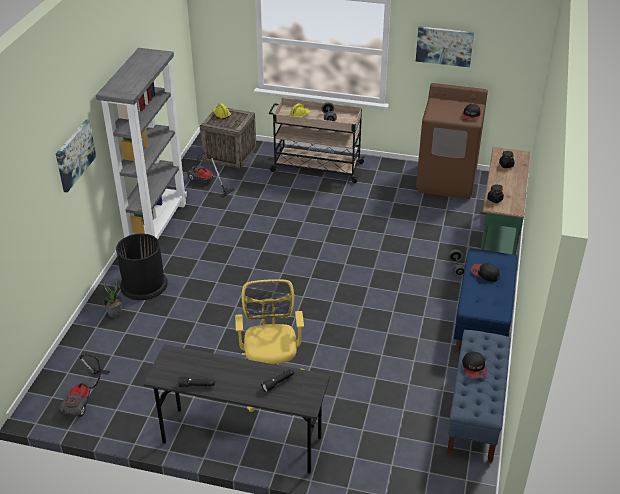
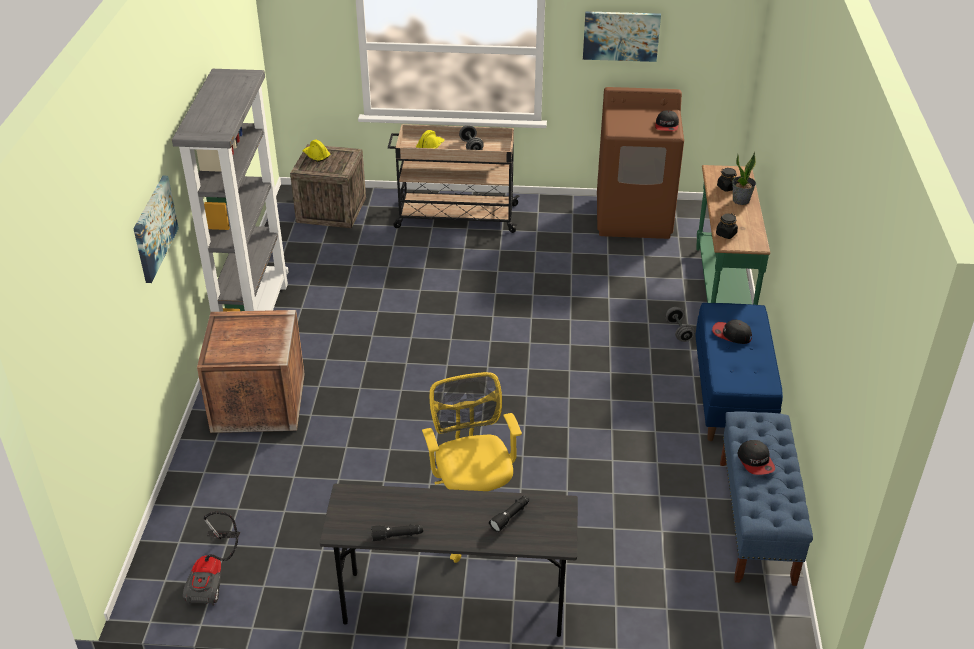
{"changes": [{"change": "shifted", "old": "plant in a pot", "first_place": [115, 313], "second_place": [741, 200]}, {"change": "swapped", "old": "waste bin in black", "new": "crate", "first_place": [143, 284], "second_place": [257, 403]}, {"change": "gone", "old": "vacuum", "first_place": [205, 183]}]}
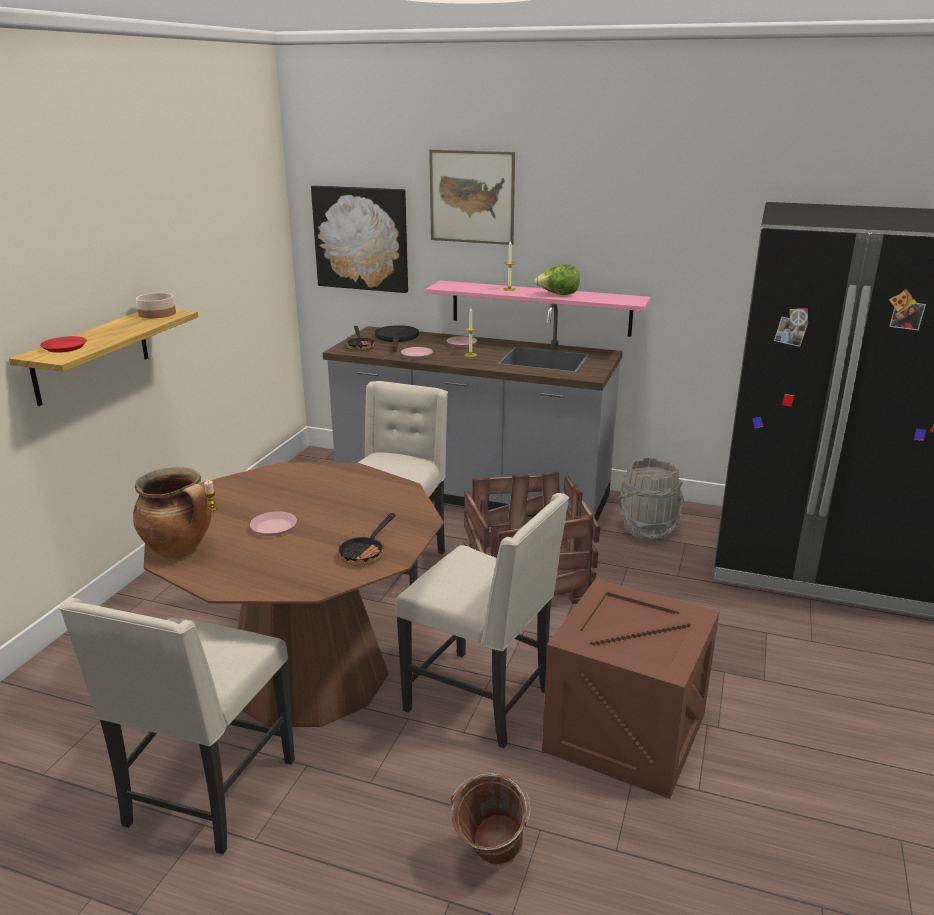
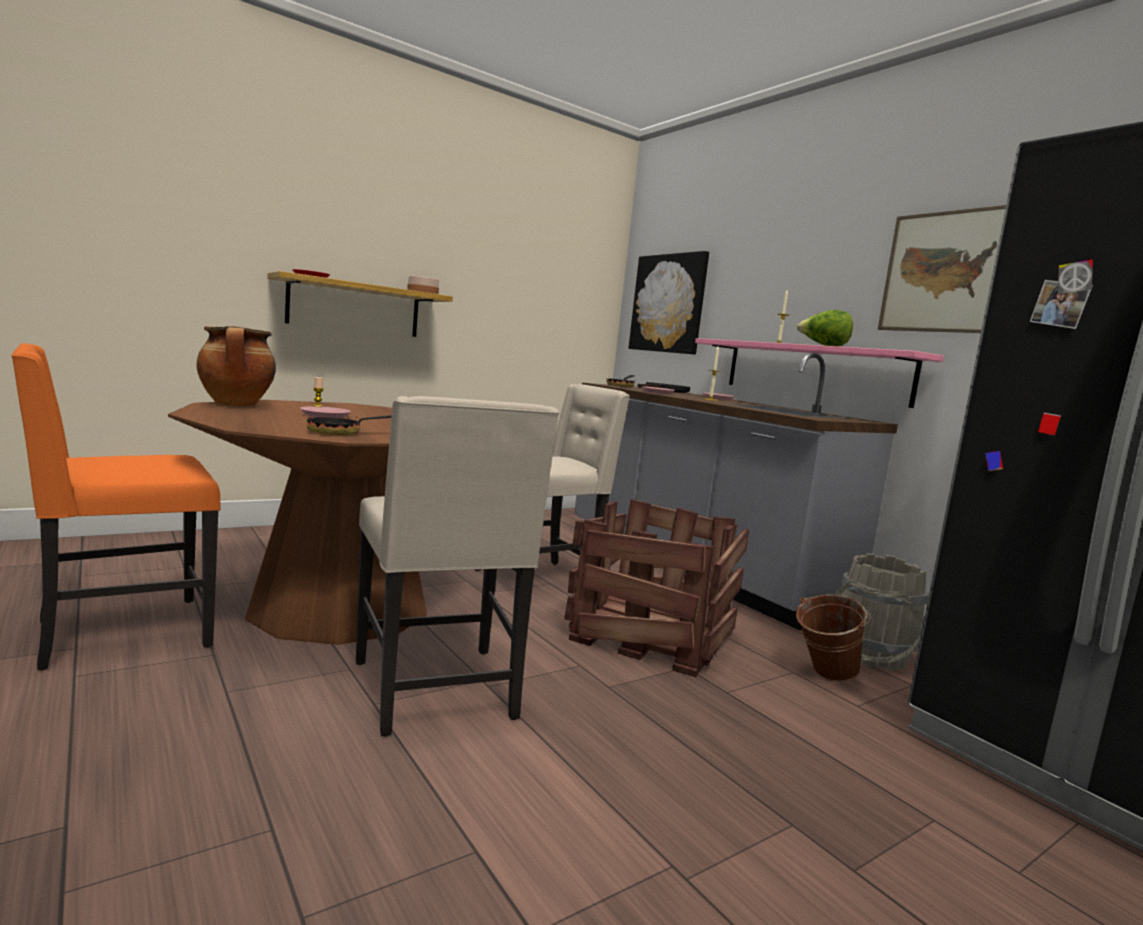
{"changes": [{"change": "repainted", "old": "plain chair in beige", "new": "plain chair in orange", "first_place": [207, 794], "second_place": [120, 633]}, {"change": "shifted", "old": "picture", "first_place": [472, 197], "second_place": [944, 272]}, {"change": "shifted", "old": "bucket in brown", "first_place": [490, 861], "second_place": [823, 677]}, {"change": "gone", "old": "crate", "first_place": [625, 732]}]}
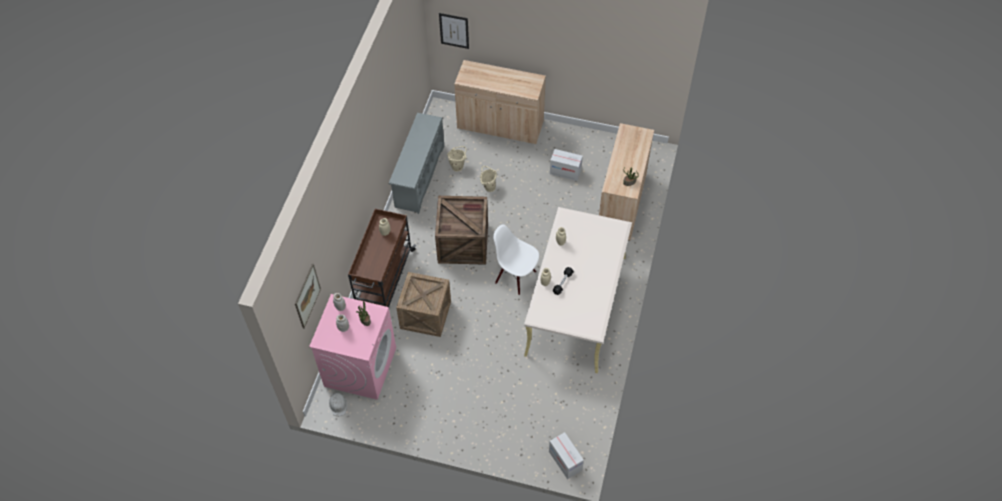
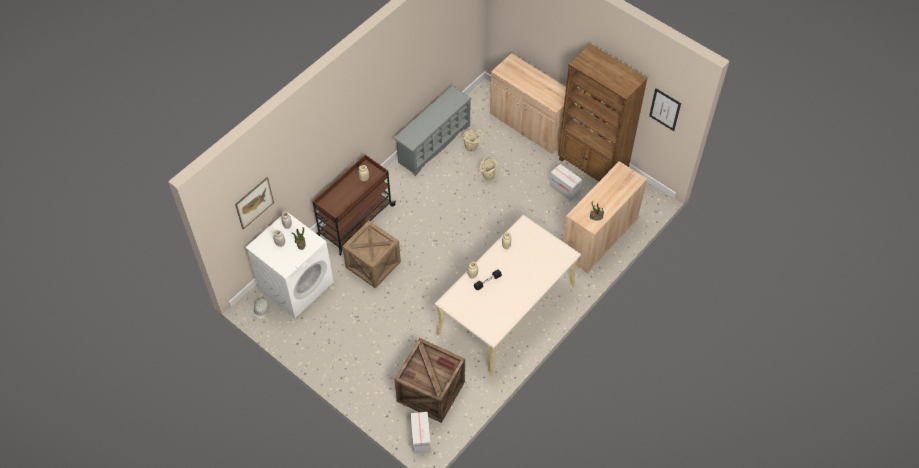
{"changes": [{"change": "repainted", "old": "washing machine in pink-coloured", "new": "washing machine in whitish", "first_place": [360, 366], "second_place": [296, 285]}, {"change": "shifted", "old": "crate", "first_place": [464, 243], "second_place": [432, 391]}, {"change": "shifted", "old": "picture", "first_place": [454, 30], "second_place": [665, 109]}, {"change": "gone", "old": "plain chair in whitish", "first_place": [516, 277]}, {"change": "new", "new": "bookshelf in brown", "second_place": [592, 167]}]}
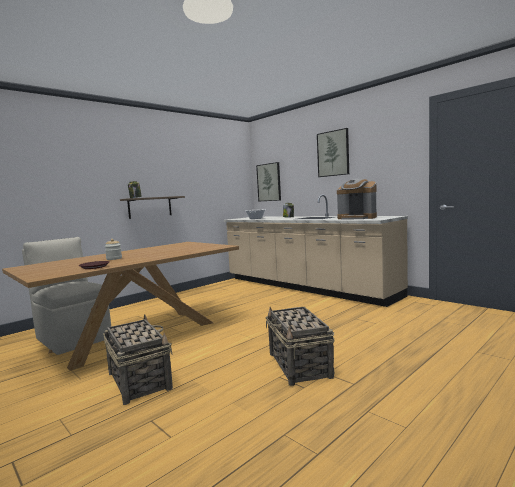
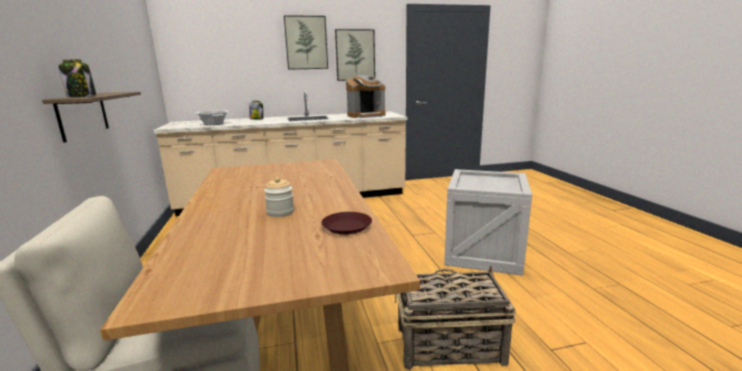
{"changes": [{"change": "shifted", "old": "picture", "first_place": [269, 182], "second_place": [355, 55]}, {"change": "swapped", "old": "household basket", "new": "crate", "first_place": [299, 365], "second_place": [484, 253]}]}
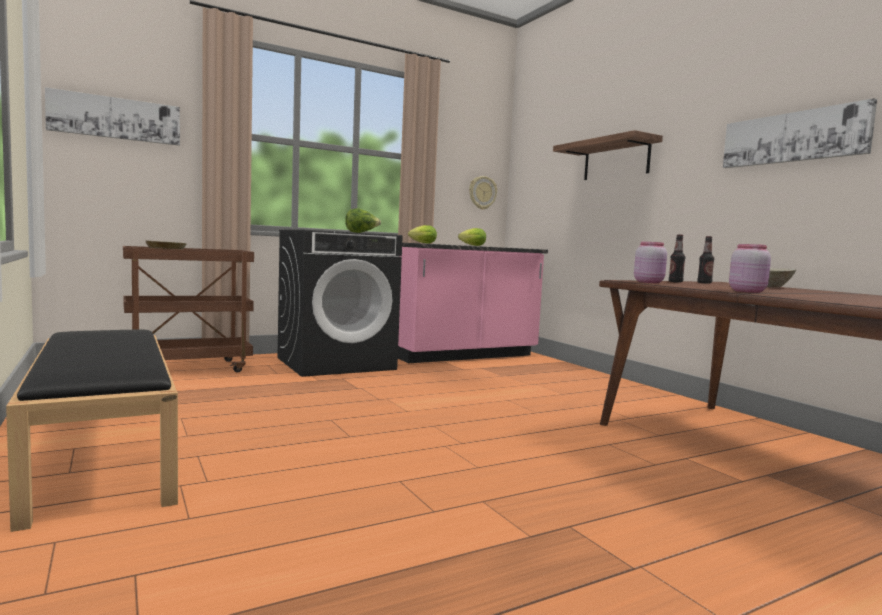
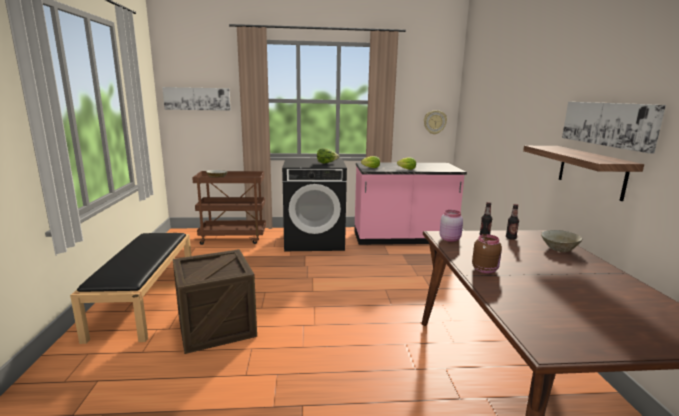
{"changes": [{"change": "shifted", "old": "bracket shelf", "first_place": [616, 160], "second_place": [591, 171]}, {"change": "repainted", "old": "storage jar in pink-coloured", "new": "storage jar in brown", "first_place": [747, 291], "second_place": [485, 269]}, {"change": "new", "new": "crate", "second_place": [216, 326]}]}
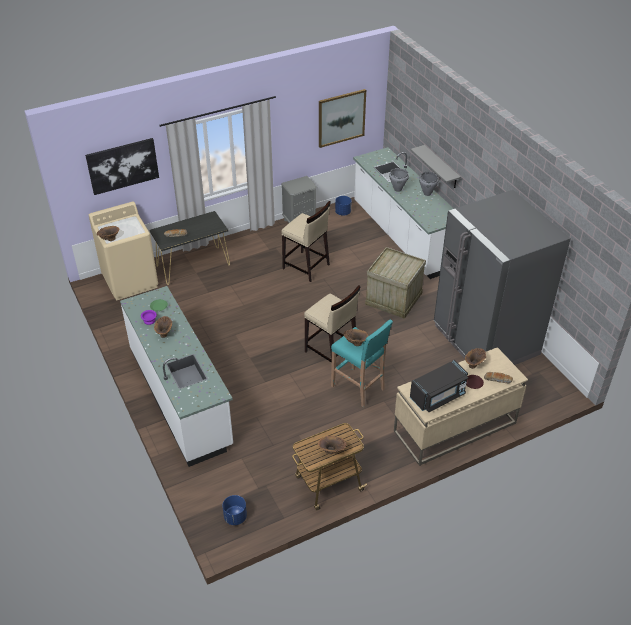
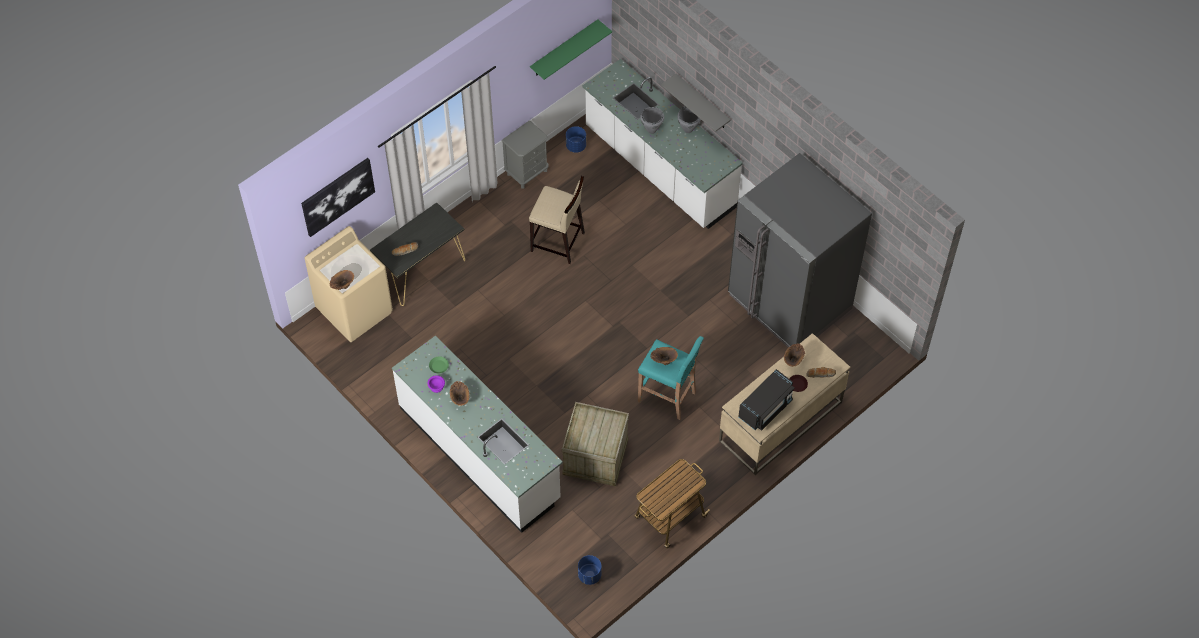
{"changes": [{"change": "gone", "old": "sitting stool in beige", "first_place": [331, 352]}, {"change": "gone", "old": "decorative vase in brown", "first_place": [332, 452]}, {"change": "swapped", "old": "picture", "new": "bracket shelf in green", "first_place": [341, 118], "second_place": [564, 49]}, {"change": "shifted", "old": "crate", "first_place": [392, 298], "second_place": [594, 457]}]}
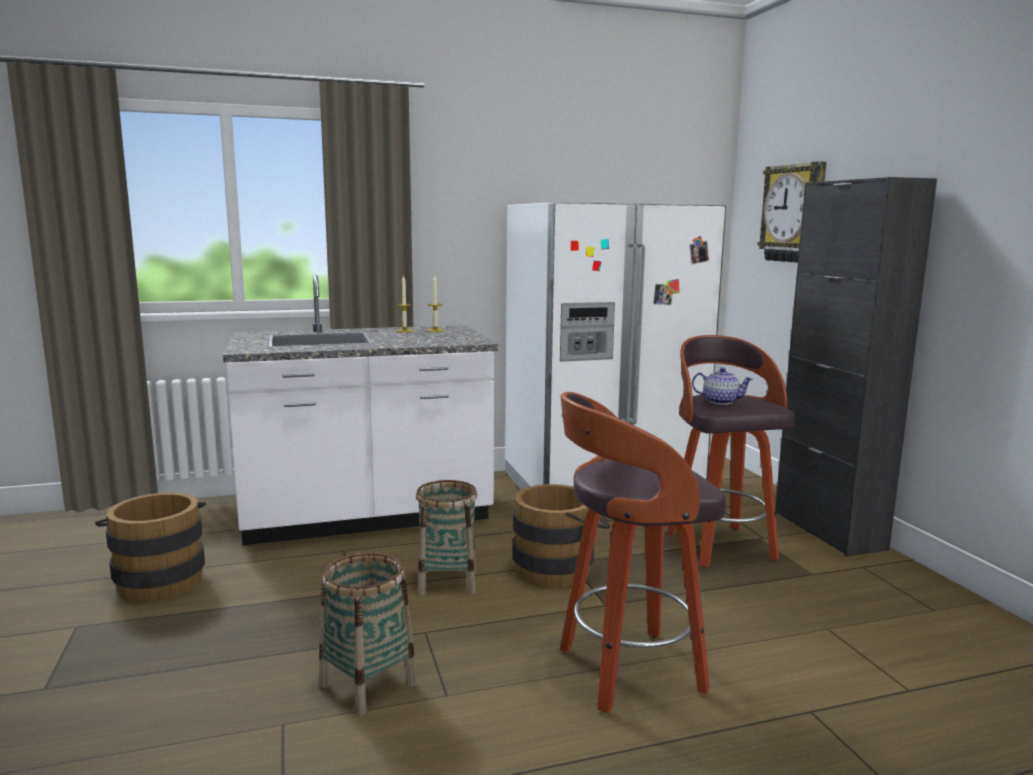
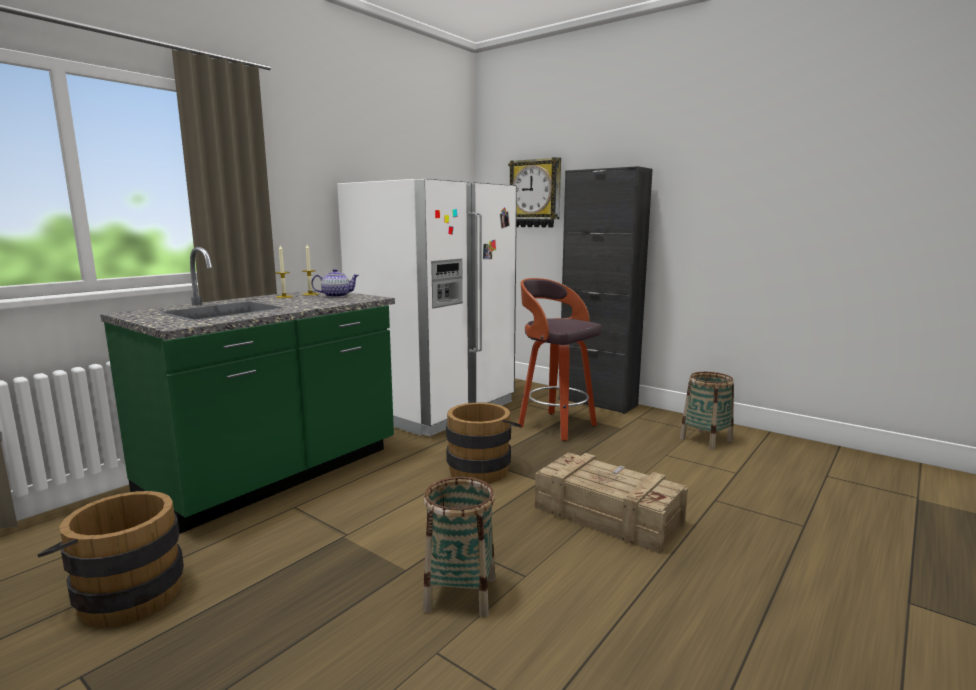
{"changes": [{"change": "repainted", "old": "counter in whitish", "new": "counter in green", "first_place": [366, 516], "second_place": [275, 474]}, {"change": "shifted", "old": "household basket", "first_place": [447, 582], "second_place": [706, 440]}, {"change": "swapped", "old": "sitting stool", "new": "crate", "first_place": [627, 671], "second_place": [607, 515]}, {"change": "shifted", "old": "tea pot", "first_place": [720, 401], "second_place": [336, 296]}]}
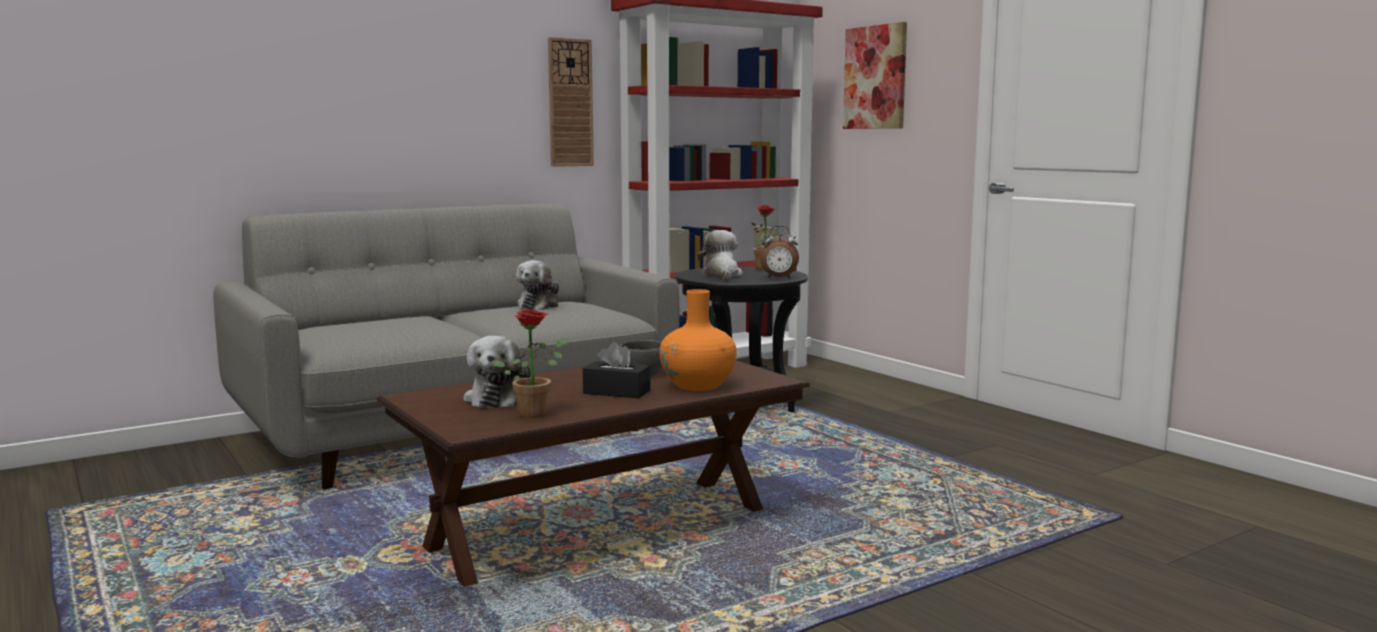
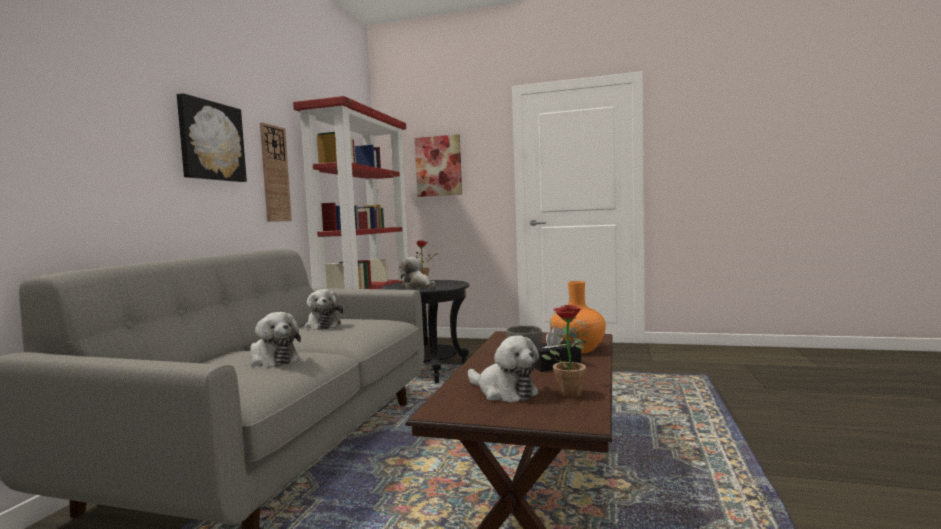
{"changes": [{"change": "gone", "old": "table clock", "first_place": [779, 278]}, {"change": "new", "new": "picture", "second_place": [210, 141]}, {"change": "new", "new": "cuddly toy", "second_place": [272, 360]}]}
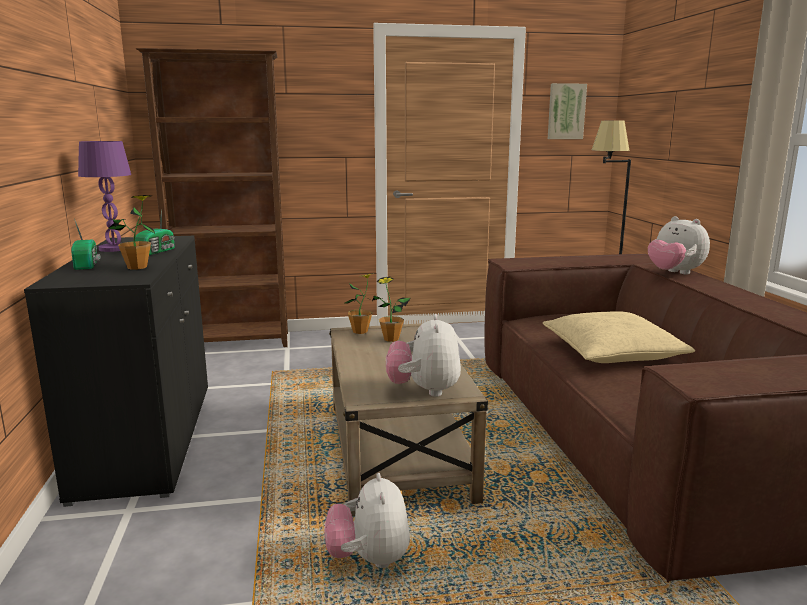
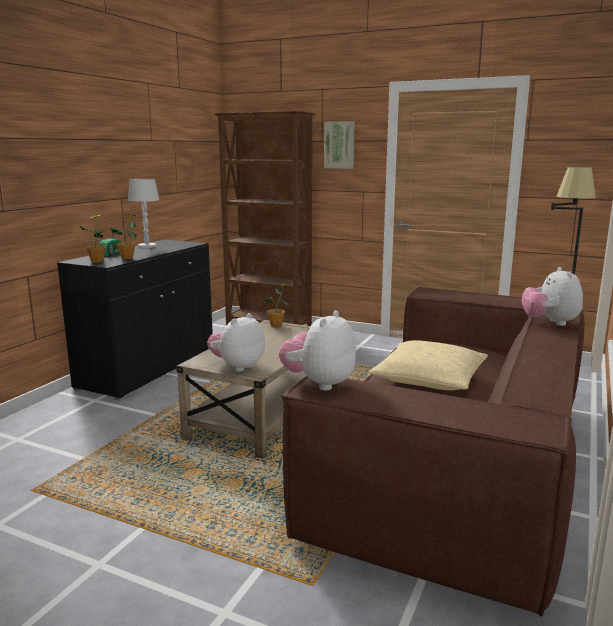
{"changes": [{"change": "repainted", "old": "tabletop lamp in purple", "new": "tabletop lamp in whitish", "first_place": [114, 249], "second_place": [147, 246]}, {"change": "gone", "old": "radio receiver", "first_place": [157, 251]}, {"change": "shifted", "old": "cuddly toy", "first_place": [369, 559], "second_place": [319, 383]}, {"change": "shifted", "old": "plant in a pot", "first_place": [391, 339], "second_place": [97, 261]}, {"change": "shifted", "old": "picture", "first_place": [566, 111], "second_place": [339, 145]}]}
